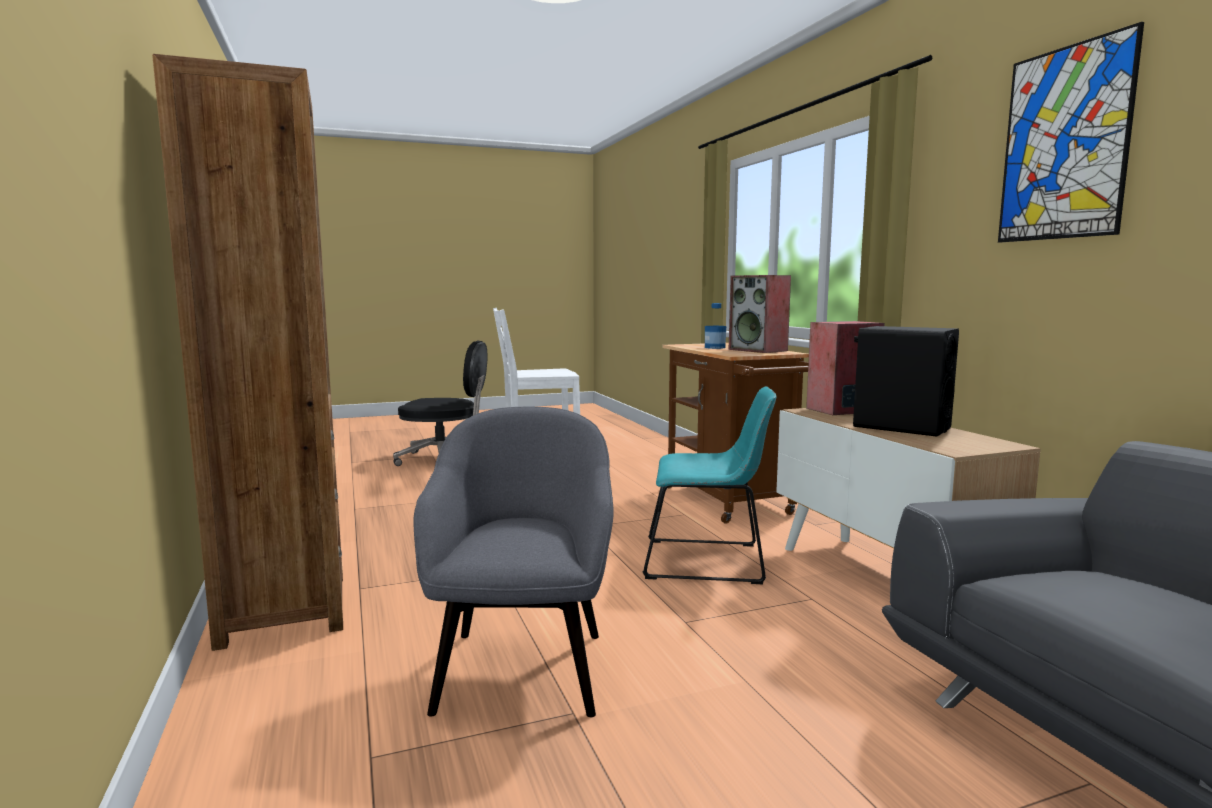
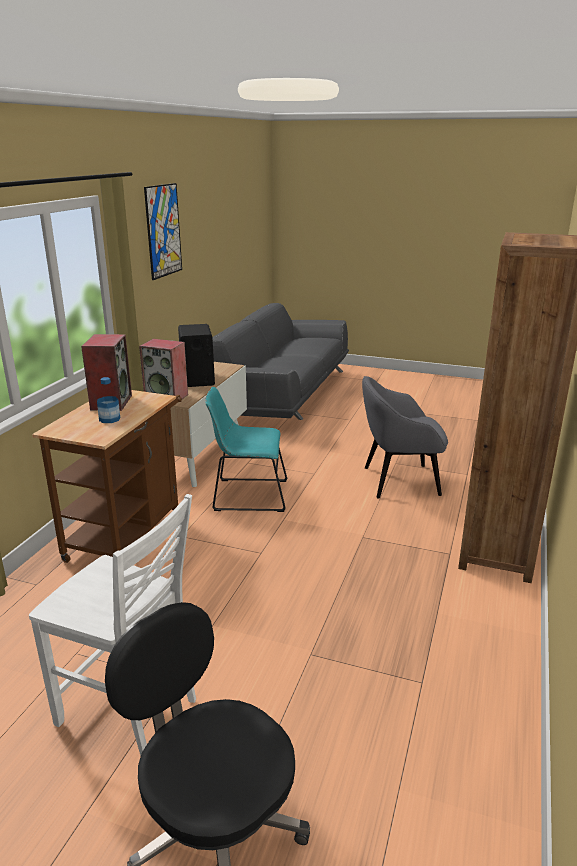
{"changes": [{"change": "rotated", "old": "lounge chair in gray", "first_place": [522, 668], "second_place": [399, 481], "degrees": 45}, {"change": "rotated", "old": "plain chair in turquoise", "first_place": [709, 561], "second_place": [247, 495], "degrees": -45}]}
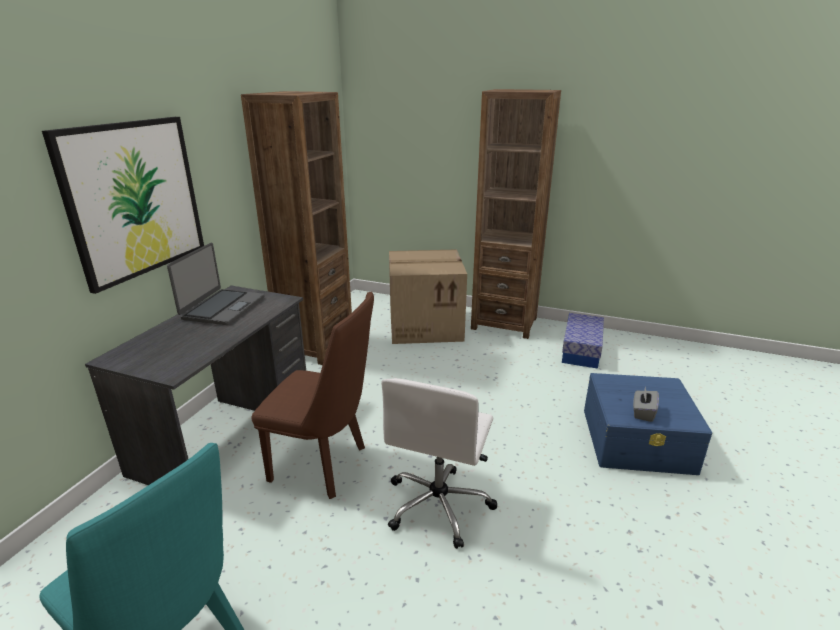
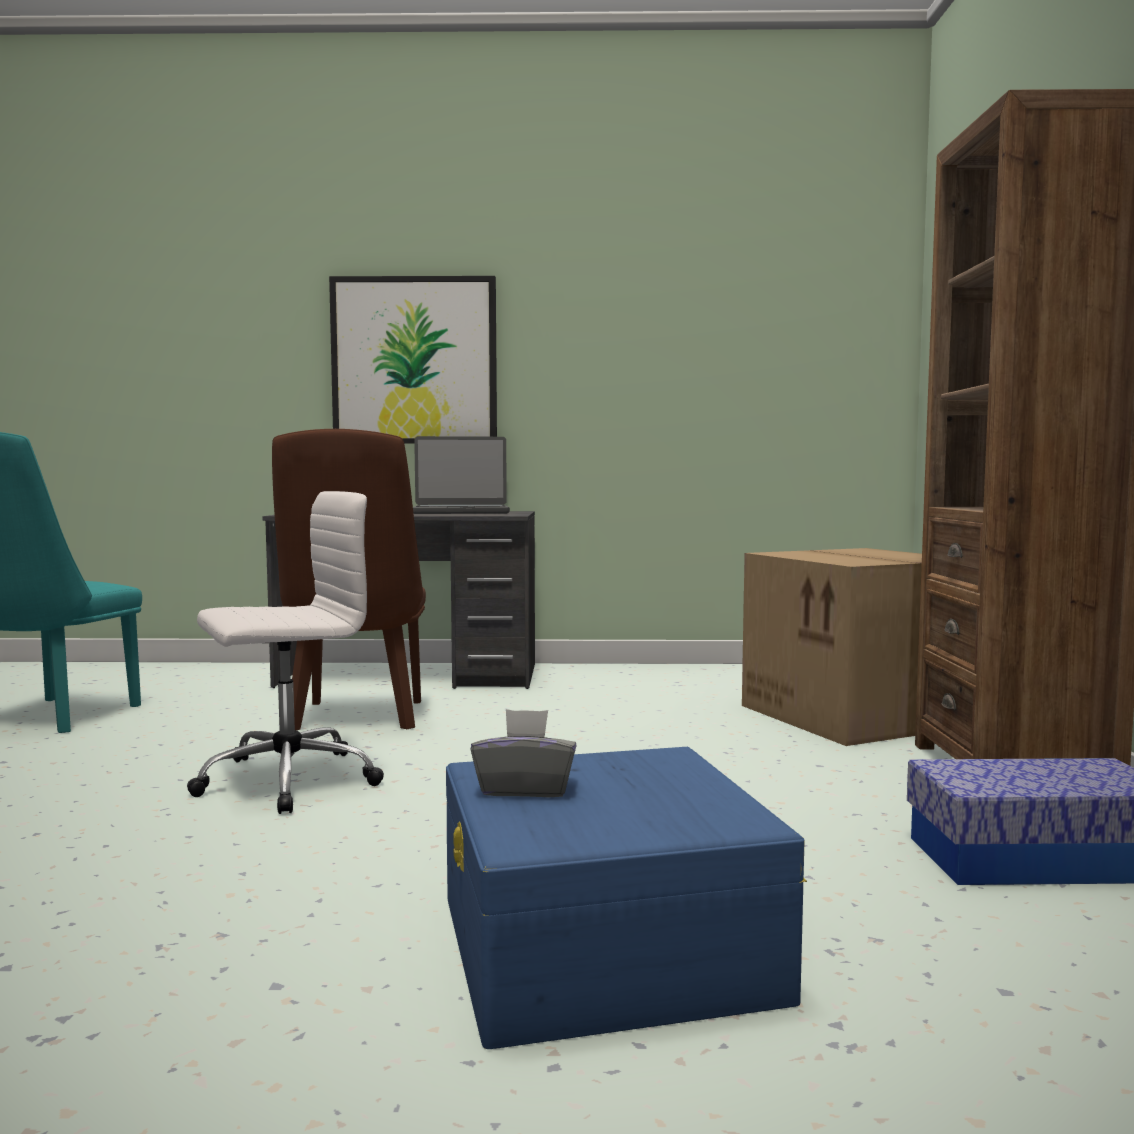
{"changes": [{"change": "gone", "old": "bookshelf in brown", "first_place": [316, 345]}, {"change": "rotated", "old": "office chair in whitish", "first_place": [439, 504], "second_place": [284, 780], "degrees": 150}]}
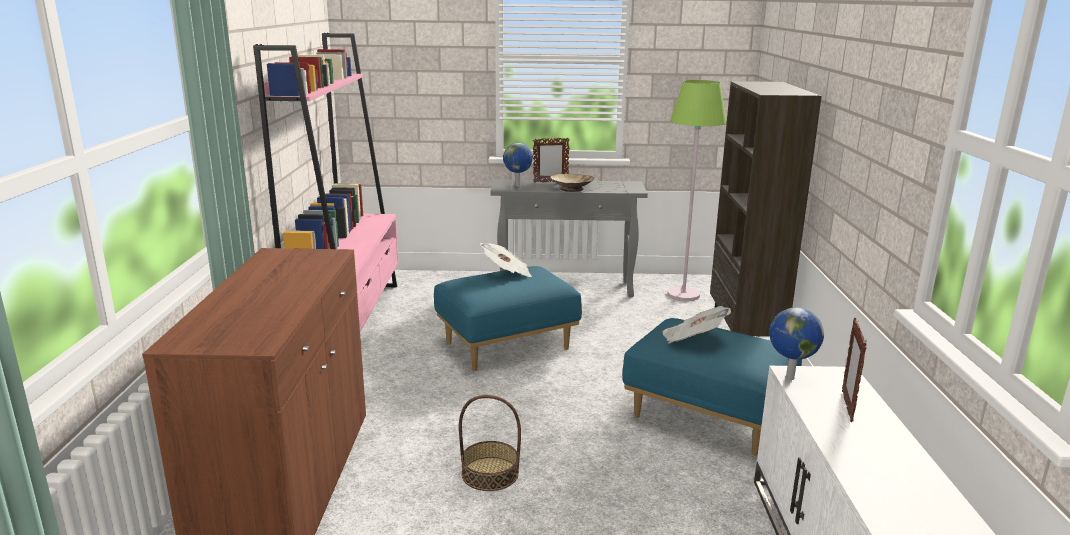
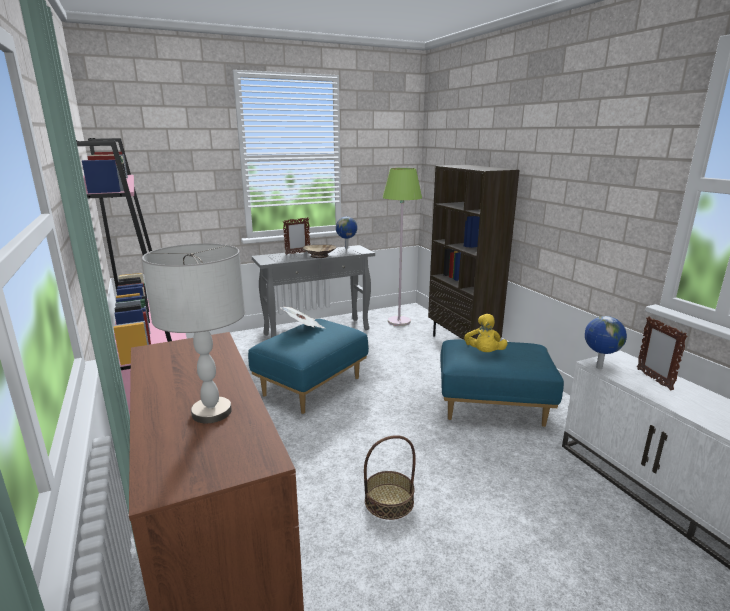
{"changes": [{"change": "shifted", "old": "world globe", "first_place": [518, 186], "second_place": [347, 248]}, {"change": "swapped", "old": "newspaper", "new": "cuddly toy in yellow", "first_place": [693, 340], "second_place": [484, 353]}, {"change": "new", "new": "tabletop lamp in gray", "second_place": [211, 412]}]}
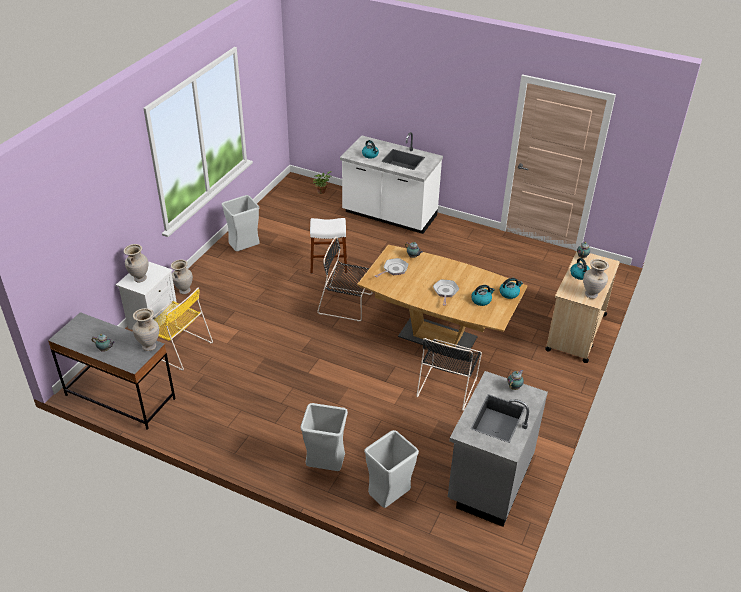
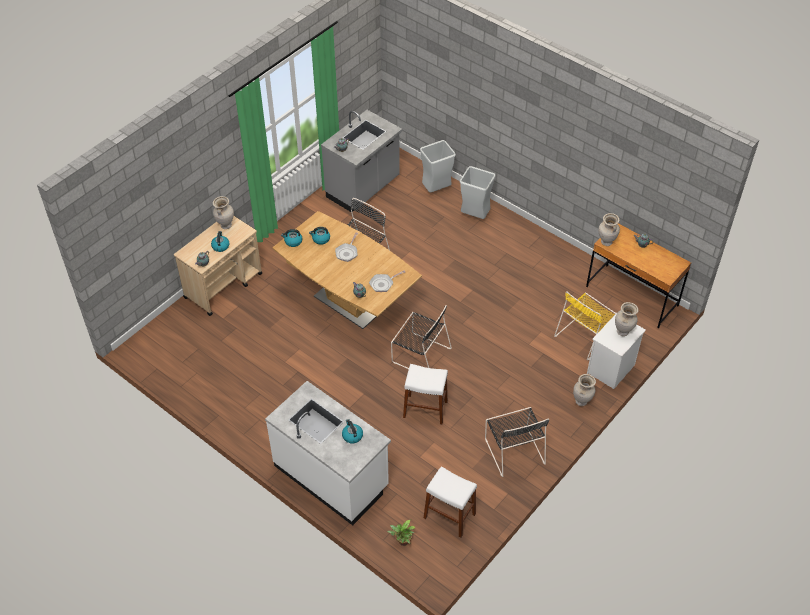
{"changes": [{"change": "repainted", "old": "desk unit in gray", "new": "desk unit in brown", "first_place": [120, 397], "second_place": [632, 296]}, {"change": "rotated", "old": "plain chair in yellow", "first_place": [178, 347], "second_place": [585, 335], "degrees": -90}, {"change": "swapped", "old": "waste bin in gray", "new": "plain chair in black", "first_place": [245, 250], "second_place": [514, 450]}, {"change": "new", "new": "sitting stool in whitish", "second_place": [449, 516]}]}
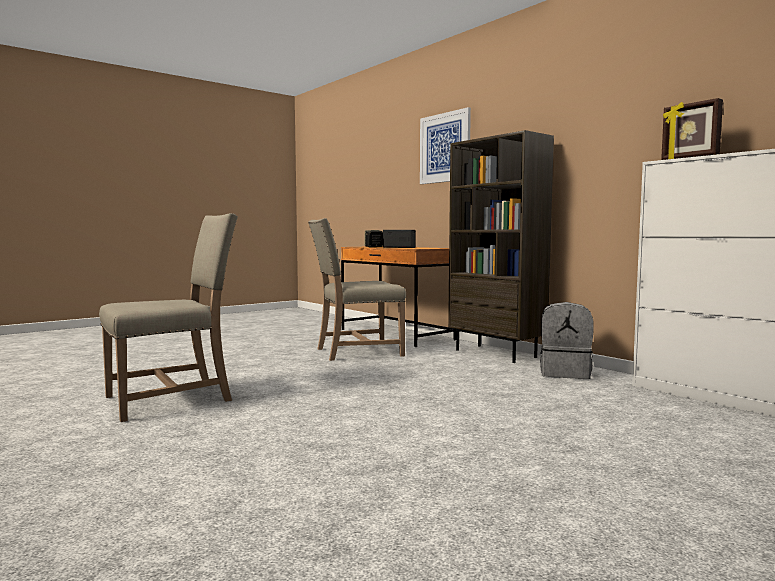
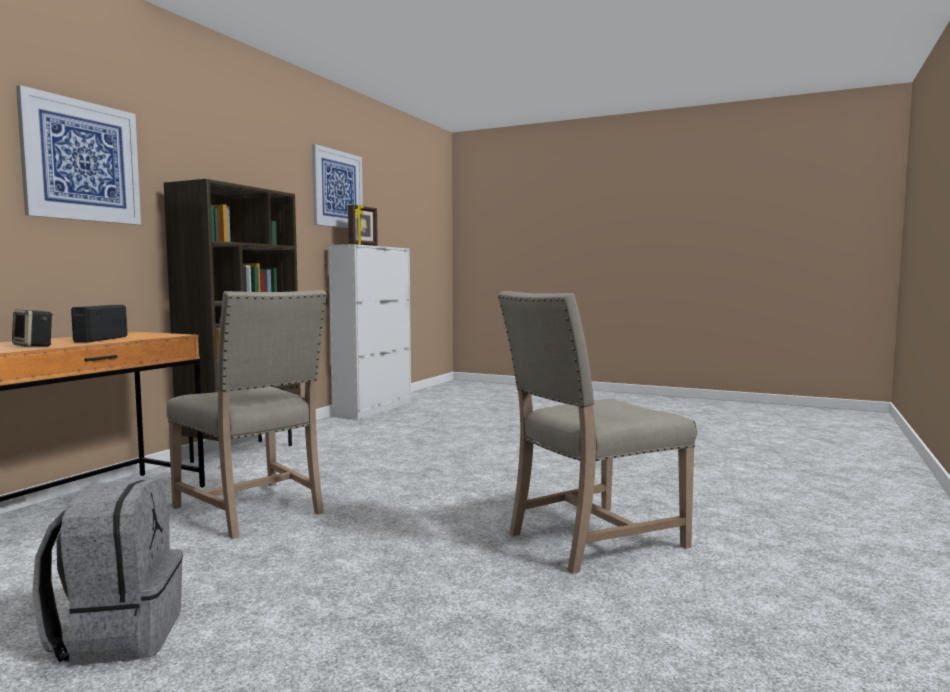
{"changes": [{"change": "rotated", "old": "plain chair in beige", "first_place": [173, 398], "second_place": [590, 539], "degrees": -60}, {"change": "shifted", "old": "knapsack in gray", "first_place": [565, 373], "second_place": [118, 635]}, {"change": "new", "new": "picture", "second_place": [337, 189]}]}
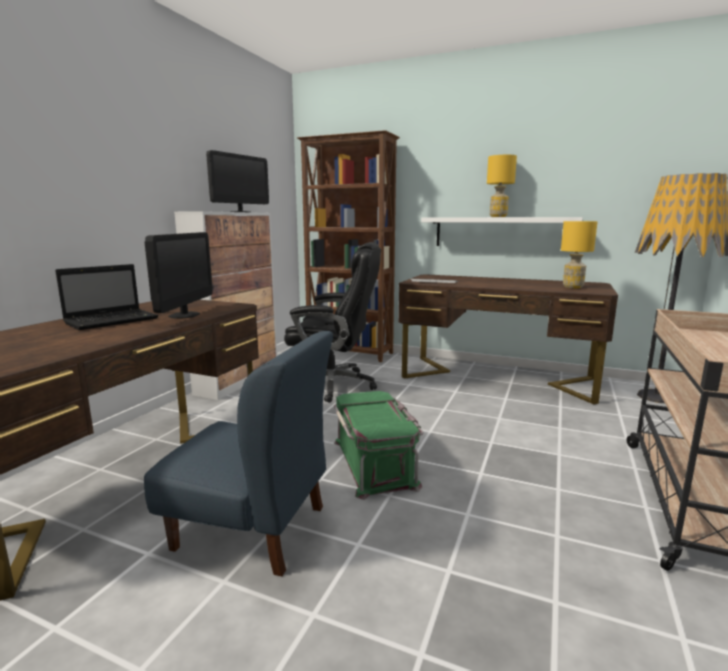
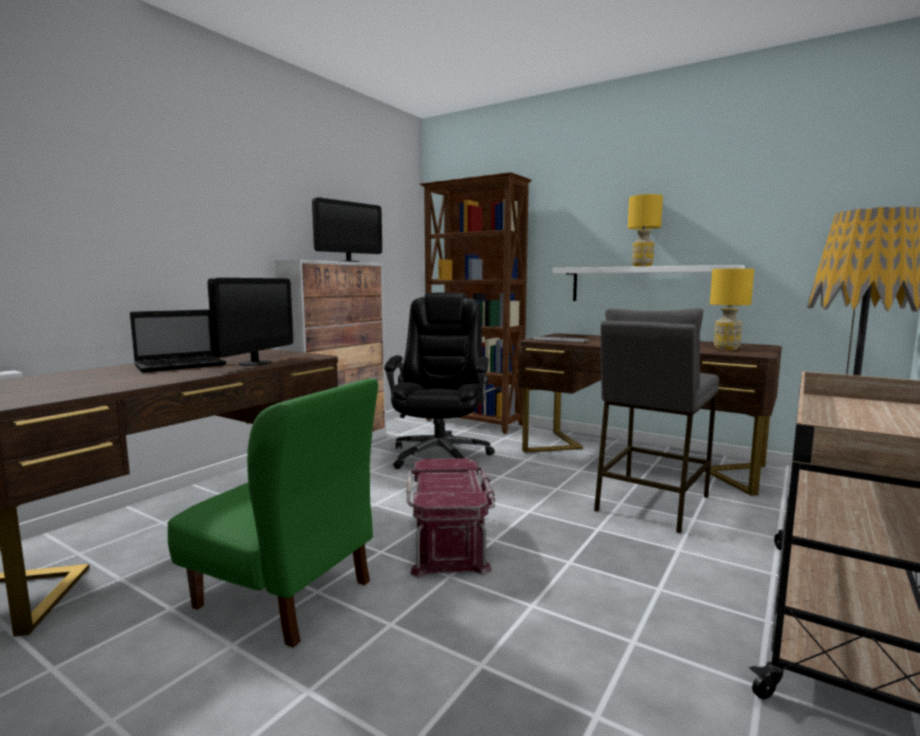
{"changes": [{"change": "repainted", "old": "plain chair in blue", "new": "plain chair in green", "first_place": [252, 528], "second_place": [285, 594]}, {"change": "rotated", "old": "office chair in black", "first_place": [334, 385], "second_place": [440, 455], "degrees": -105}, {"change": "repainted", "old": "storage box in green", "new": "storage box in red-coloured", "first_place": [375, 463], "second_place": [450, 540]}, {"change": "new", "new": "sitting stool in gray", "second_place": [650, 503]}]}
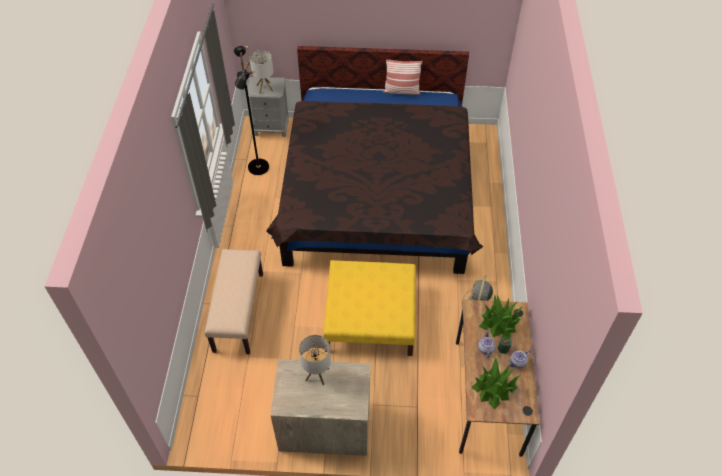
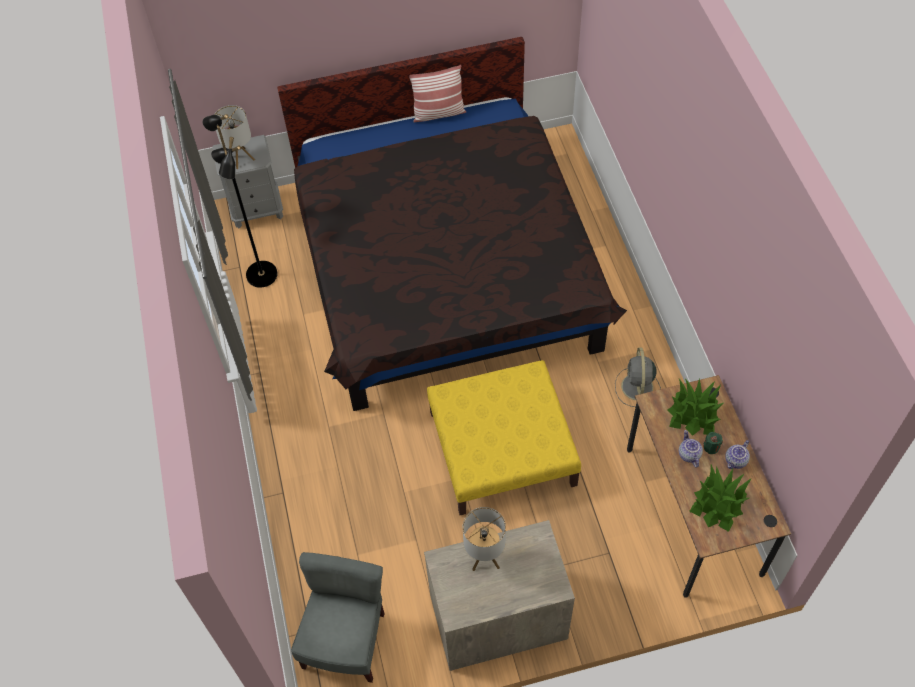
{"changes": [{"change": "gone", "old": "long seat in beige", "first_place": [238, 311]}, {"change": "new", "new": "plain chair in gray", "second_place": [346, 641]}]}
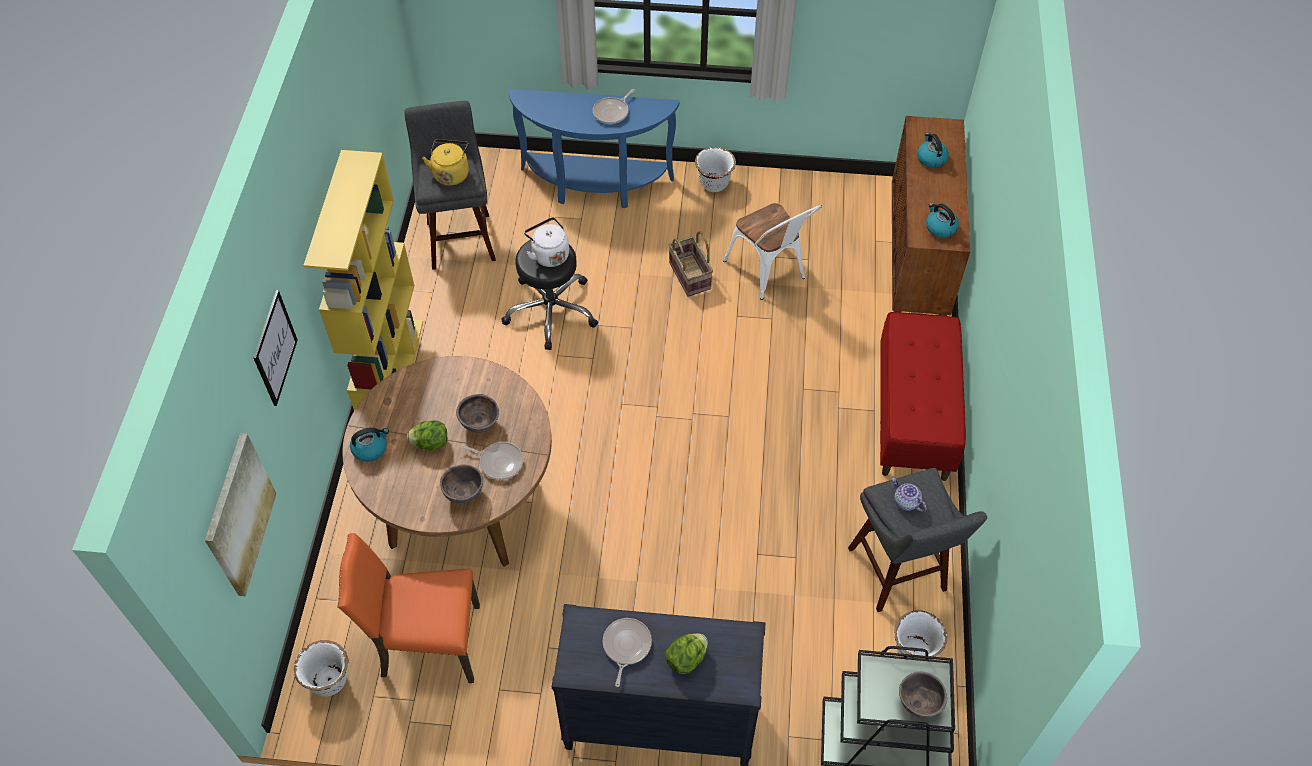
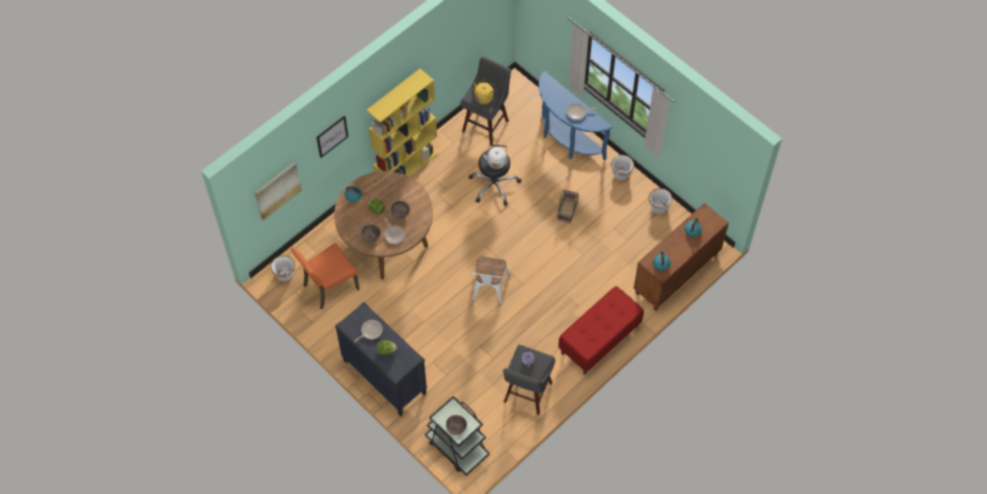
{"changes": [{"change": "rotated", "old": "plain chair in orange", "first_place": [427, 643], "second_place": [329, 287], "degrees": -75}, {"change": "shifted", "old": "plain chair in whitish", "first_place": [769, 273], "second_place": [489, 290]}, {"change": "shifted", "old": "flower pot in whitish", "first_place": [914, 651], "second_place": [658, 208]}]}
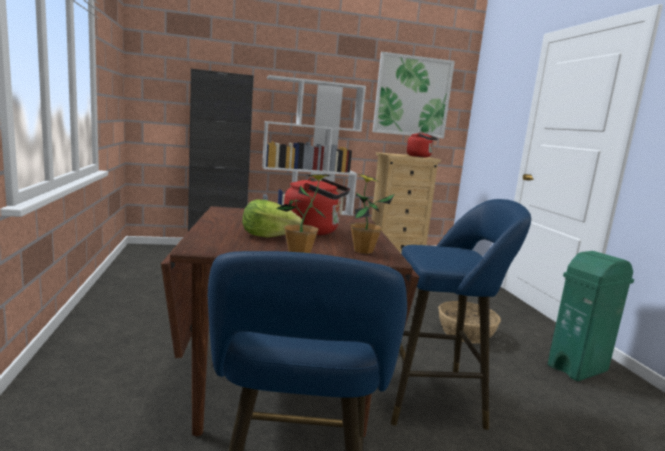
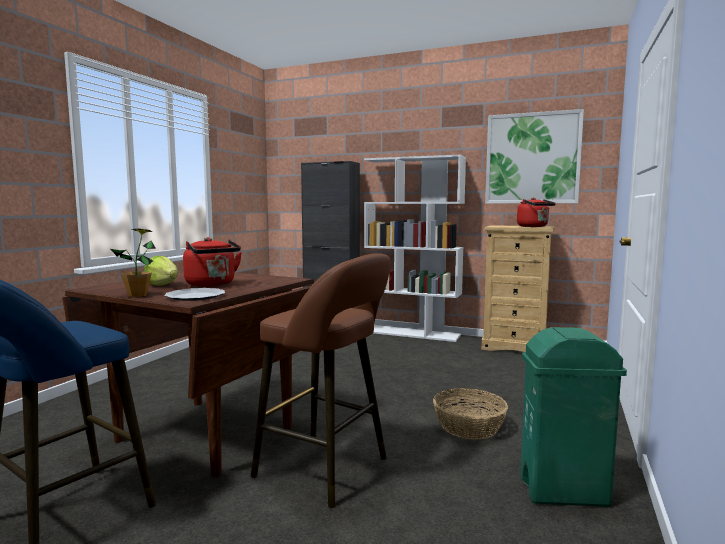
{"changes": [{"change": "swapped", "old": "plant in a pot", "new": "flat dish", "first_place": [363, 251], "second_place": [196, 296]}, {"change": "repainted", "old": "sitting stool in blue", "new": "sitting stool in brown", "first_place": [435, 397], "second_place": [328, 469]}]}
